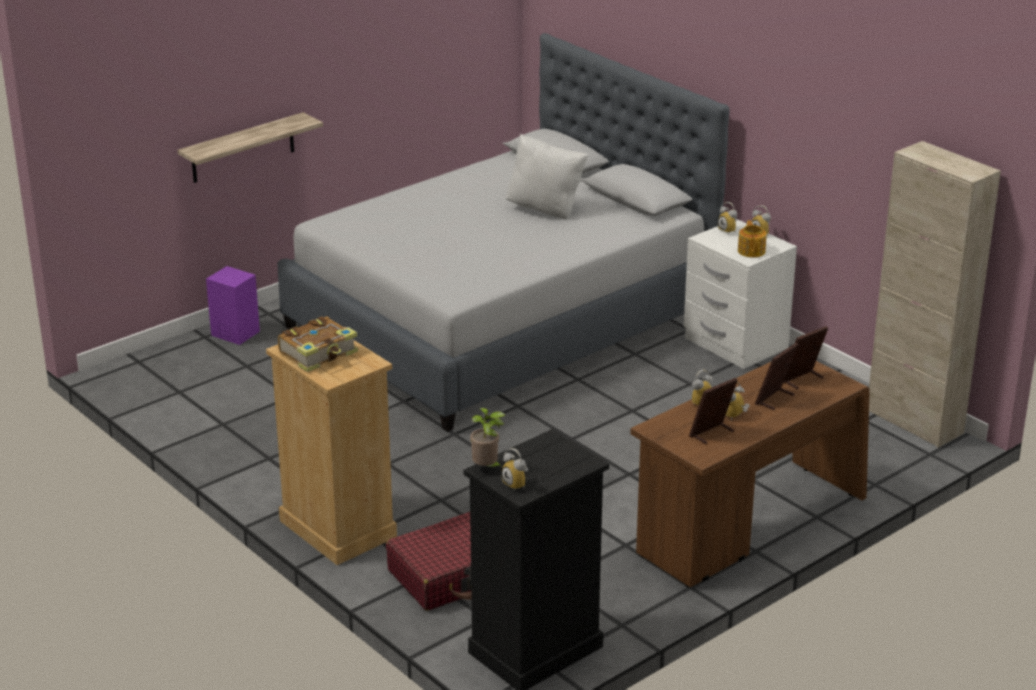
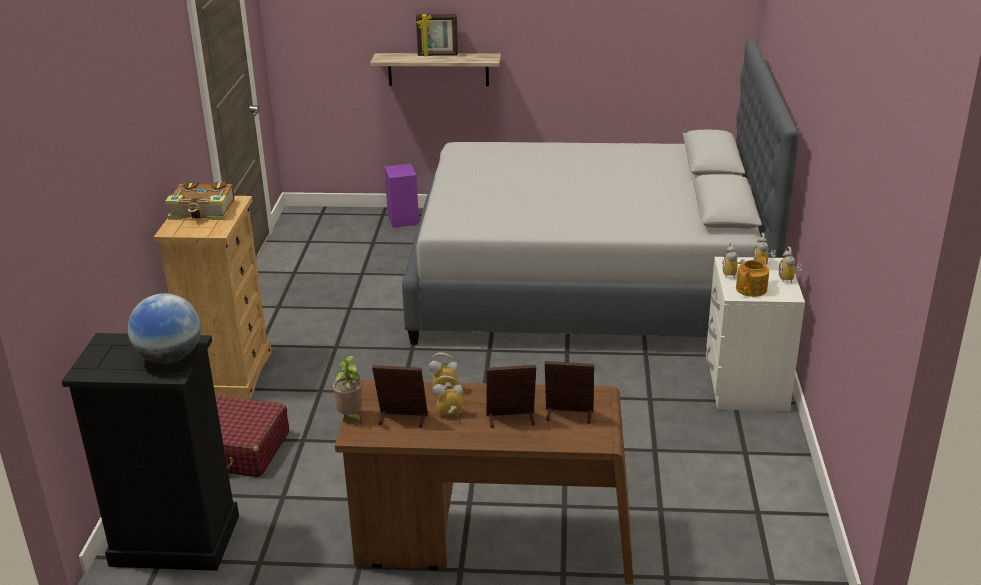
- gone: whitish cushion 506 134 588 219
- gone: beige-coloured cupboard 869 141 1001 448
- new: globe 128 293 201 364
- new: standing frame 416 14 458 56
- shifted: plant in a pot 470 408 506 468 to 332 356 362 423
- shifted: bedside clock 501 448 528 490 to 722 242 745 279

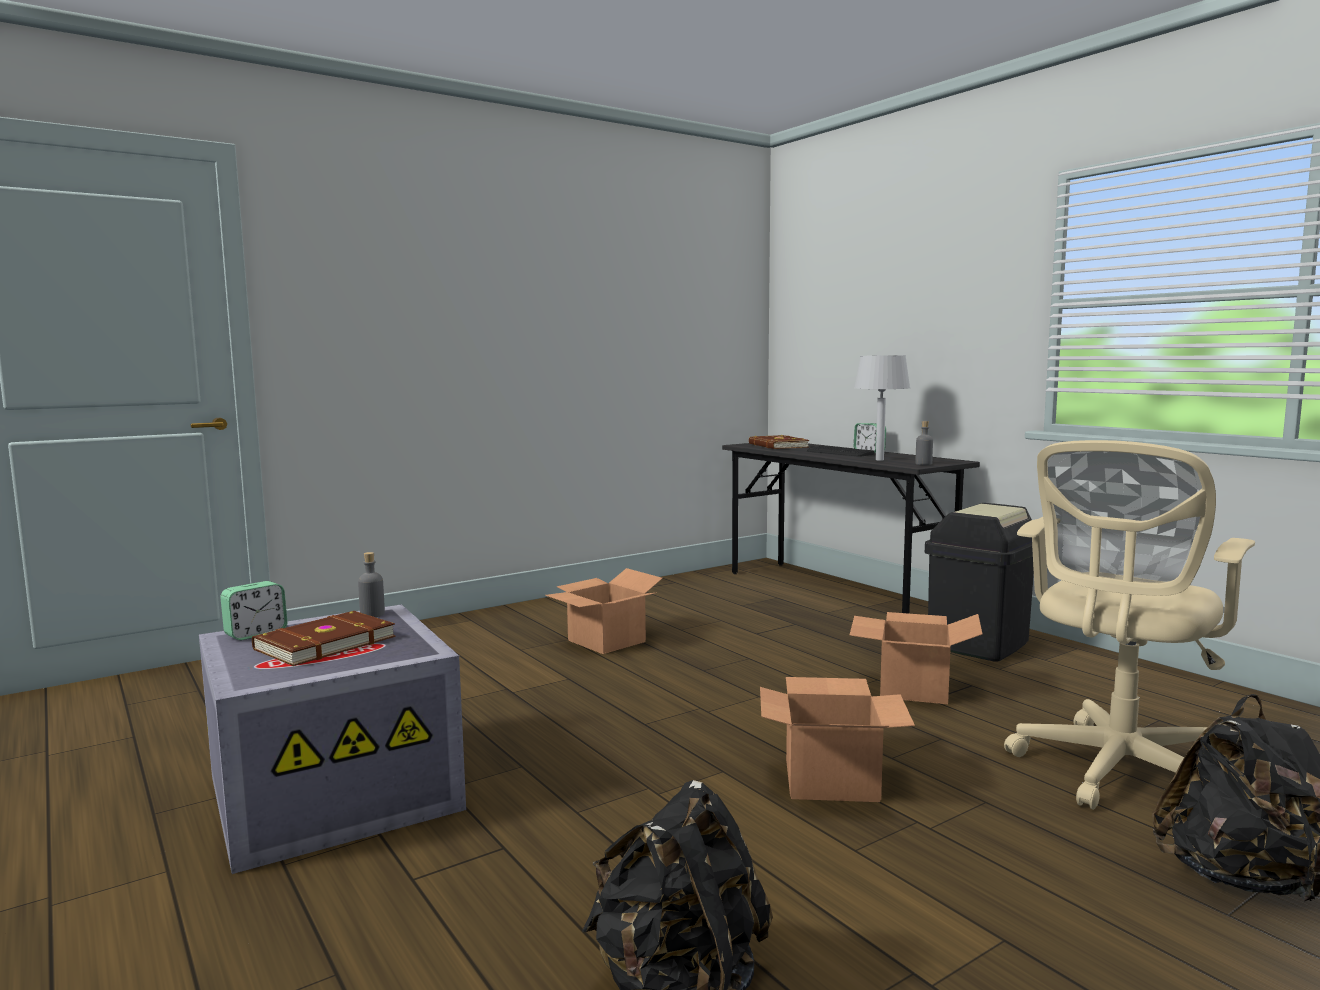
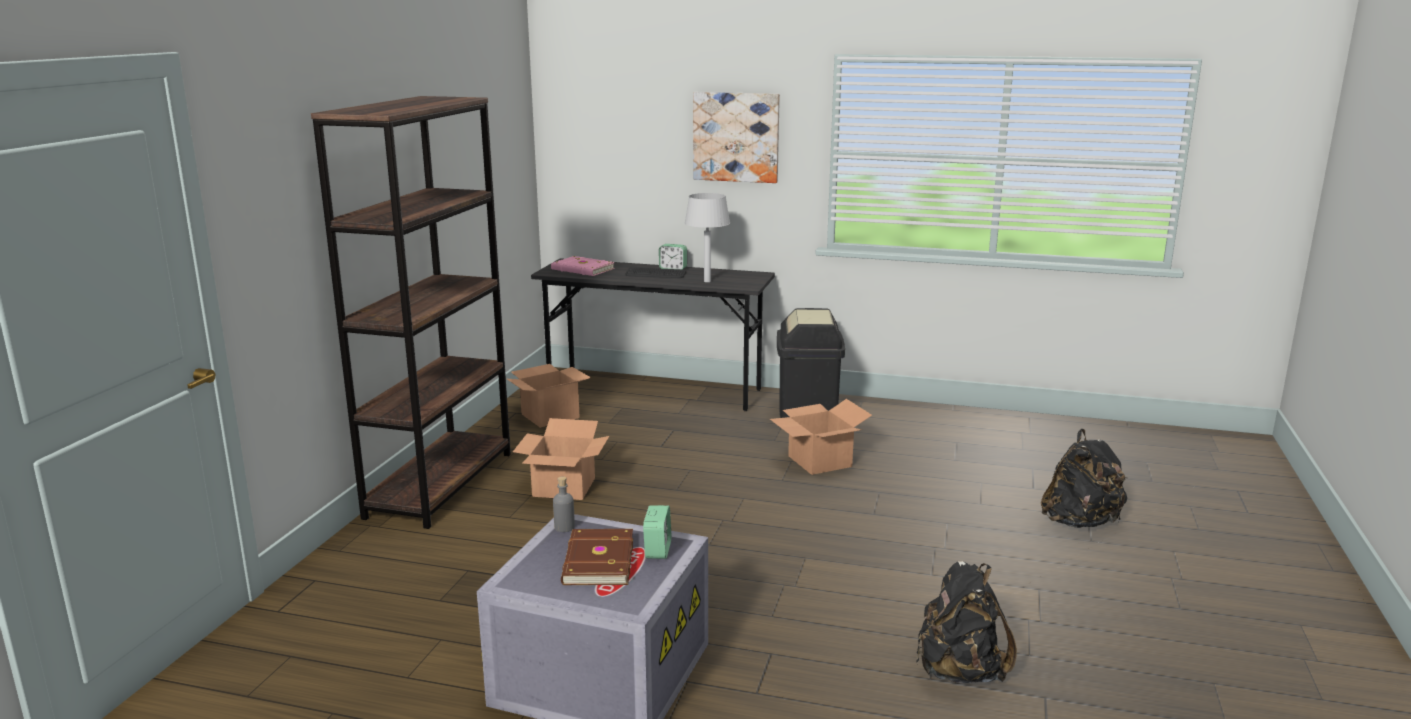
- gone: gray bottle 916 421 933 465
- gone: beige-coloured office chair 1004 440 1255 810
- new: brownish shelving unit 311 96 511 529
- new: wall art 693 92 780 183
- shifted: bedside clock 220 581 287 640 to 643 505 671 559
- shifted: cardboard box 760 677 915 802 to 507 364 591 428
- repainted: brownish book 749 435 809 449 to pink-coloured book 551 256 615 276

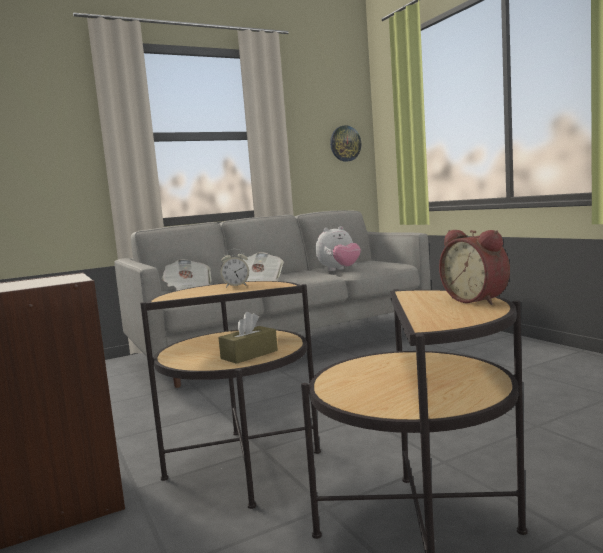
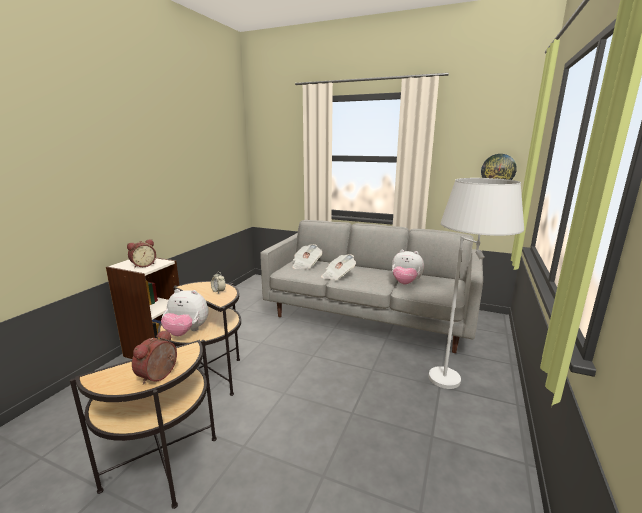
- new: bedside clock 127 239 156 268
- new: whitish standard lamp 429 178 524 389
- swapped: brownish box of tissues 218 312 278 364 to soft toy 161 289 209 336

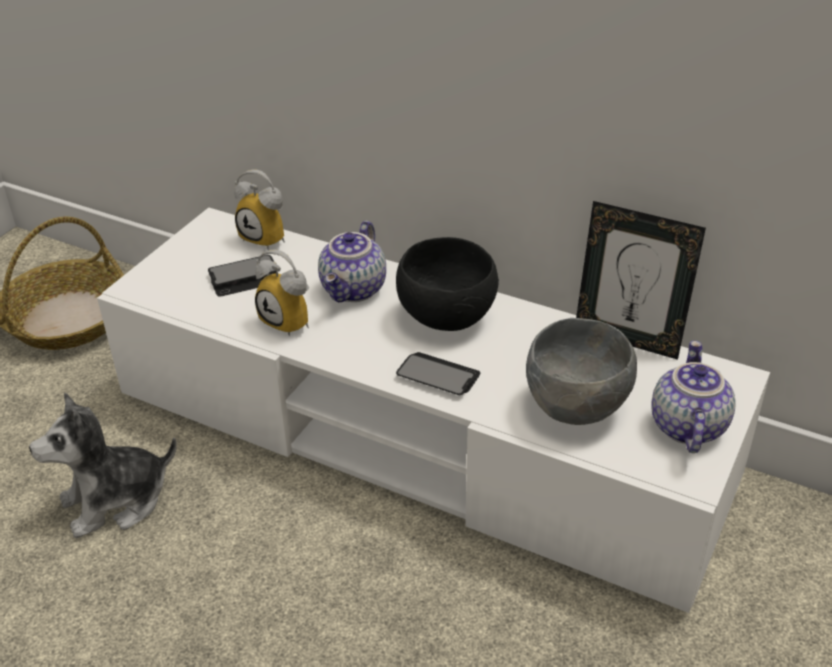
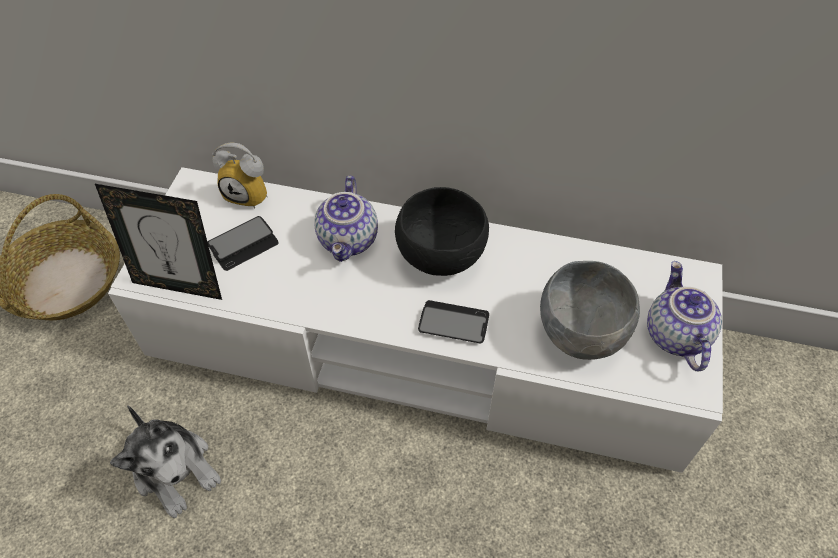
- gone: bedside clock 255 249 309 337
- shifted: standing frame 576 201 706 360 to 95 184 222 300
- rotated: soft toy 29 392 177 539 = 110 405 221 518 90 degrees counterclockwise

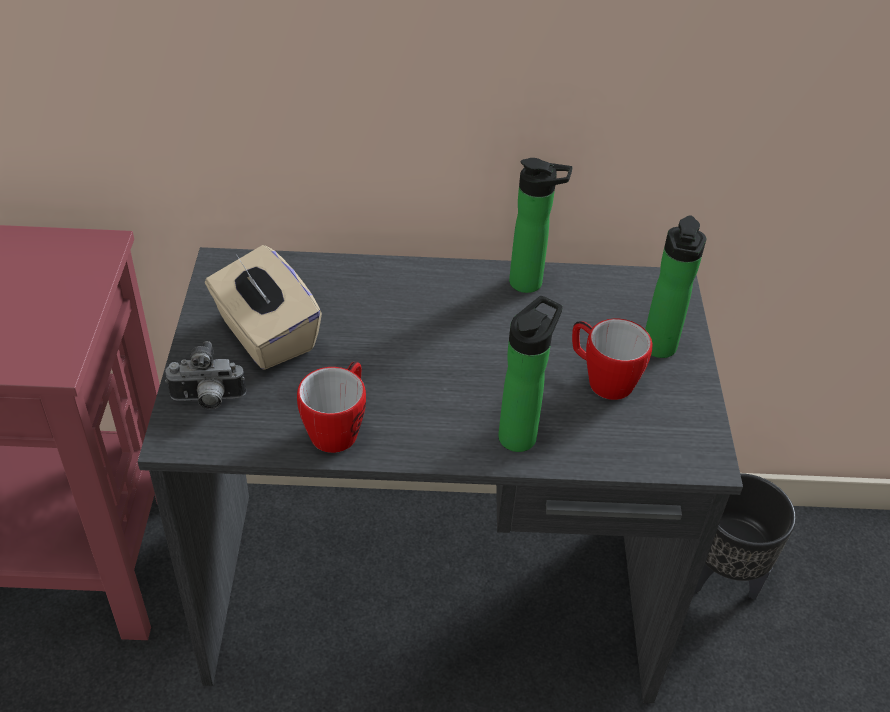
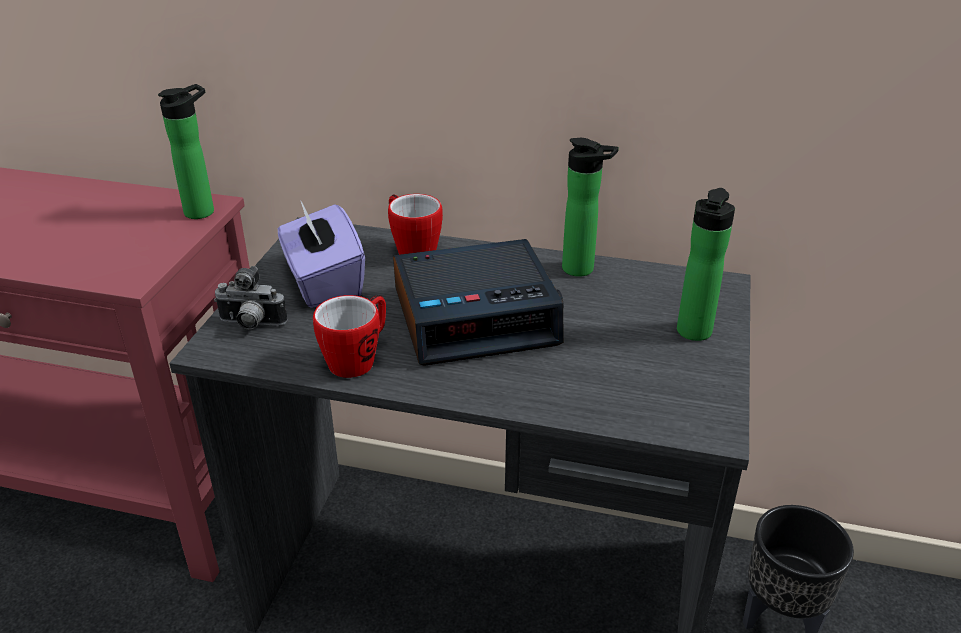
- new: bedside clock 393 239 564 366
- shifted: bottle 498 296 563 452 to 158 84 214 219
- shifted: mug 572 319 652 400 to 388 194 443 255
- repainted: beige-coloured box of tissues 205 245 322 370 to purple box of tissues 278 201 365 308

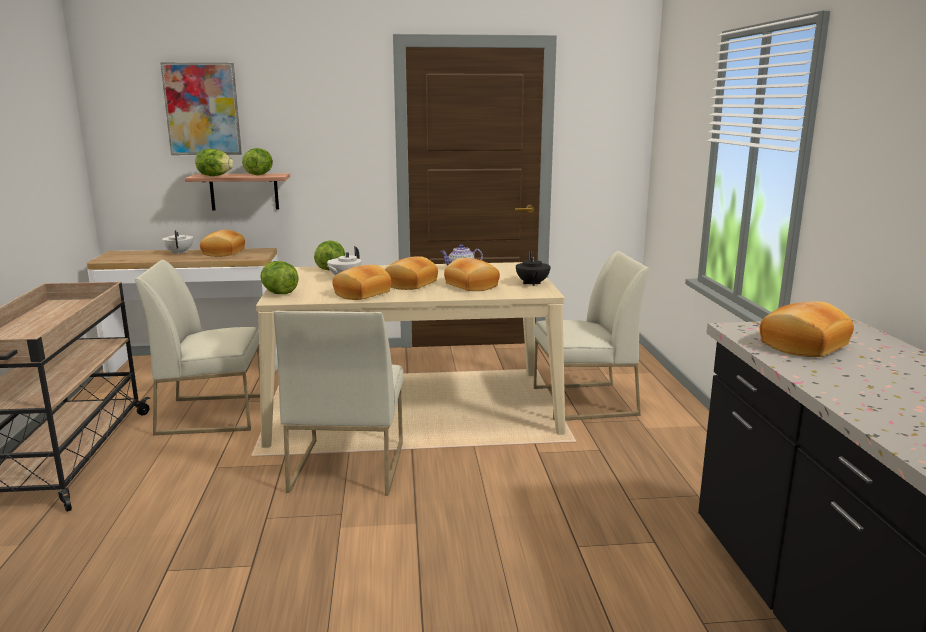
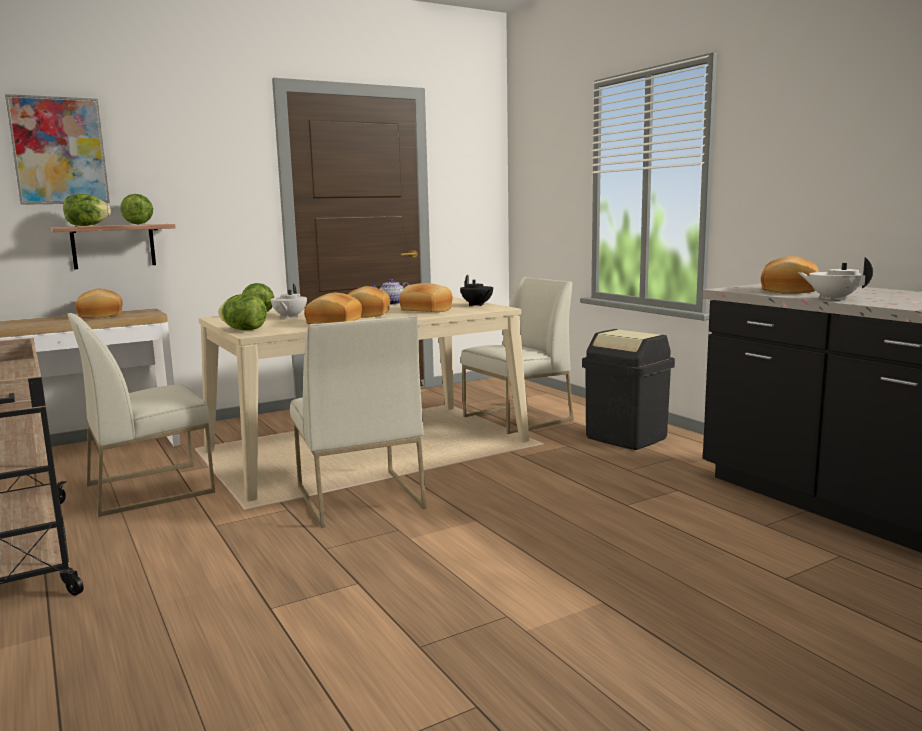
- new: black rubbish bin 582 329 675 450
- shifted: whitish pot for tea 162 230 193 254 to 798 257 873 300

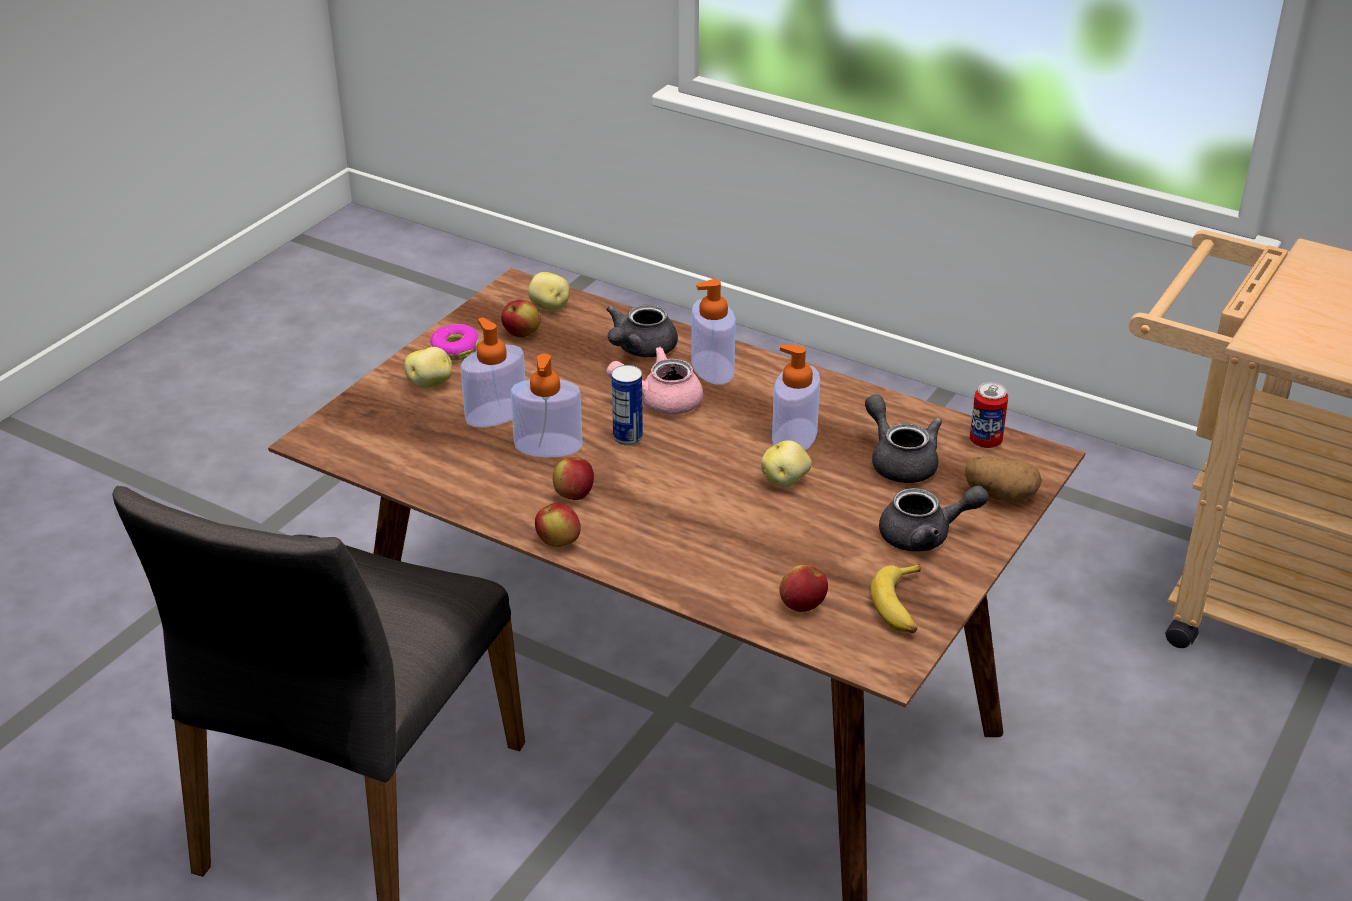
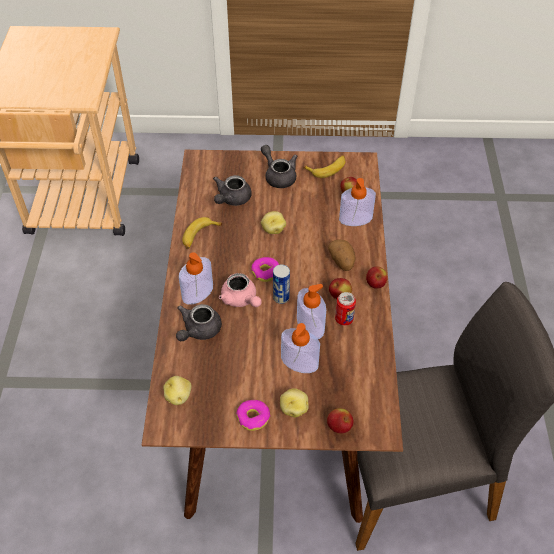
- new: whole banana 183 217 223 249
- new: ring doughnut 251 257 279 282
- shifted: apple fruit 501 300 541 337 to 327 408 354 433
- shifted: soap bottle 772 344 820 450 to 339 178 376 226
- shifted: whole potato 964 457 1042 501 to 328 239 356 271
- shifted: metal can 970 382 1008 448 to 335 292 356 326
- rotated: gray pot for tea 606 304 678 357 = 176 304 222 341 120 degrees clockwise

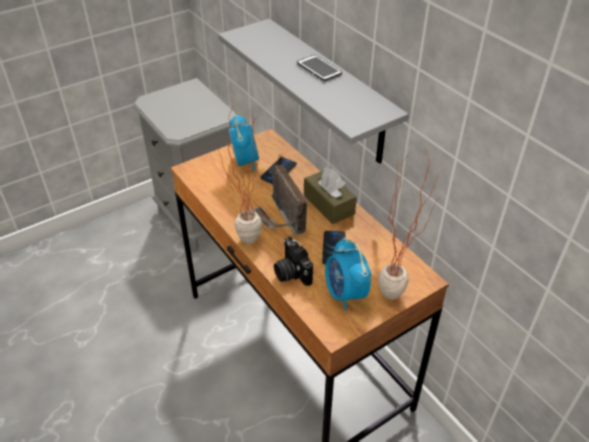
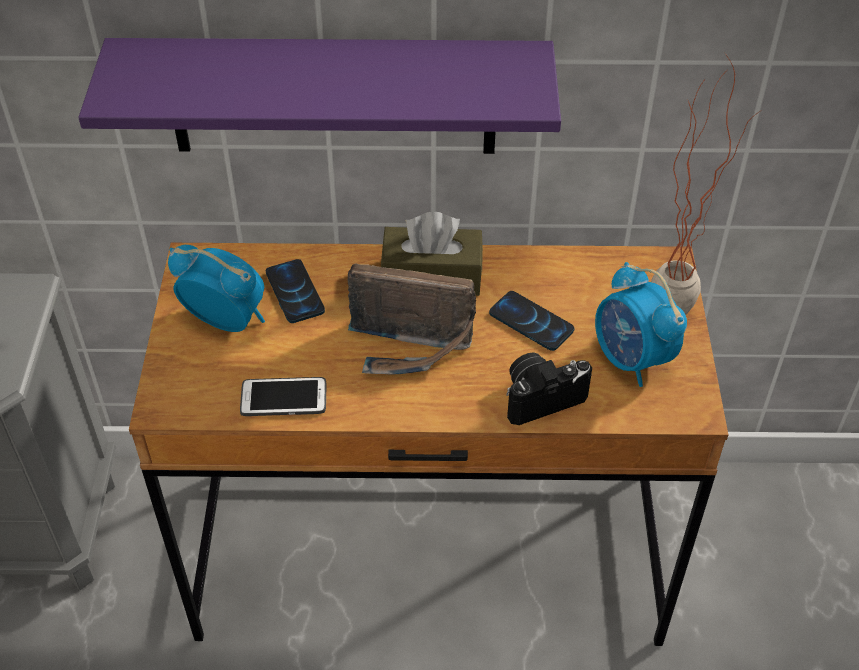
- gone: plant in a pot 212 104 262 244
- shifted: telephone 297 55 342 81 to 240 377 327 416
- repainted: gray bracket shelf 218 19 409 164 to purple bracket shelf 78 38 561 154
- rotated: photo camera 274 237 313 286 = 506 352 592 425 150 degrees clockwise
- rotated: bedside clock 325 237 371 311 = 595 262 687 387 45 degrees clockwise

